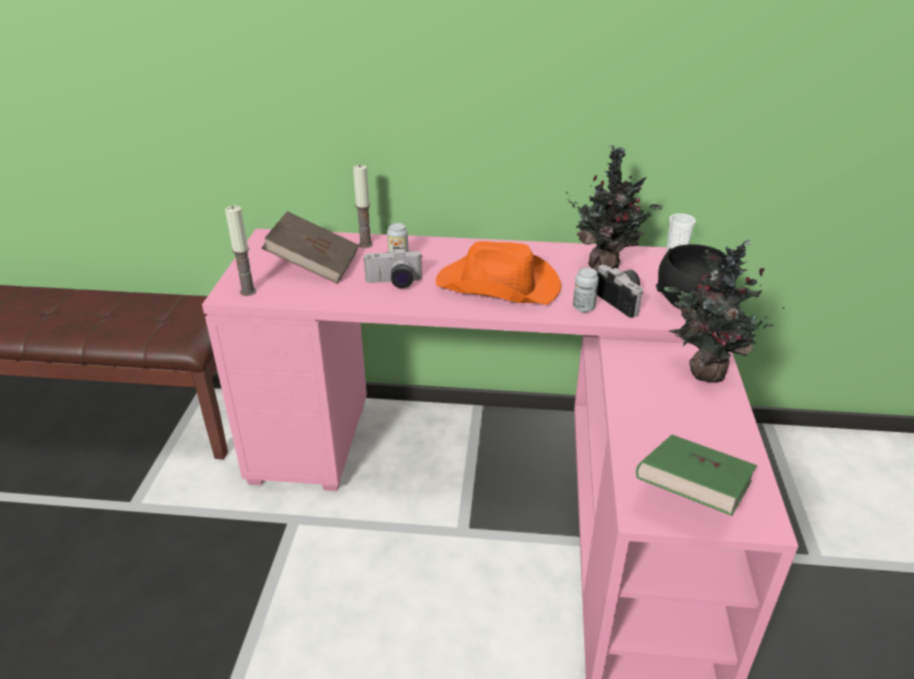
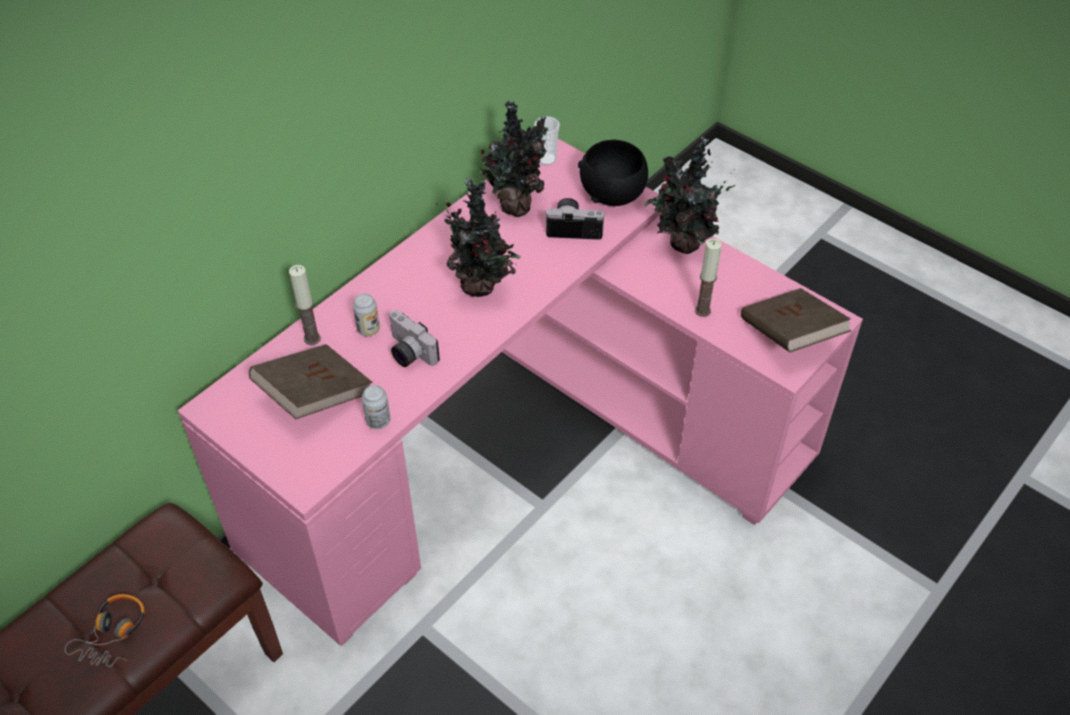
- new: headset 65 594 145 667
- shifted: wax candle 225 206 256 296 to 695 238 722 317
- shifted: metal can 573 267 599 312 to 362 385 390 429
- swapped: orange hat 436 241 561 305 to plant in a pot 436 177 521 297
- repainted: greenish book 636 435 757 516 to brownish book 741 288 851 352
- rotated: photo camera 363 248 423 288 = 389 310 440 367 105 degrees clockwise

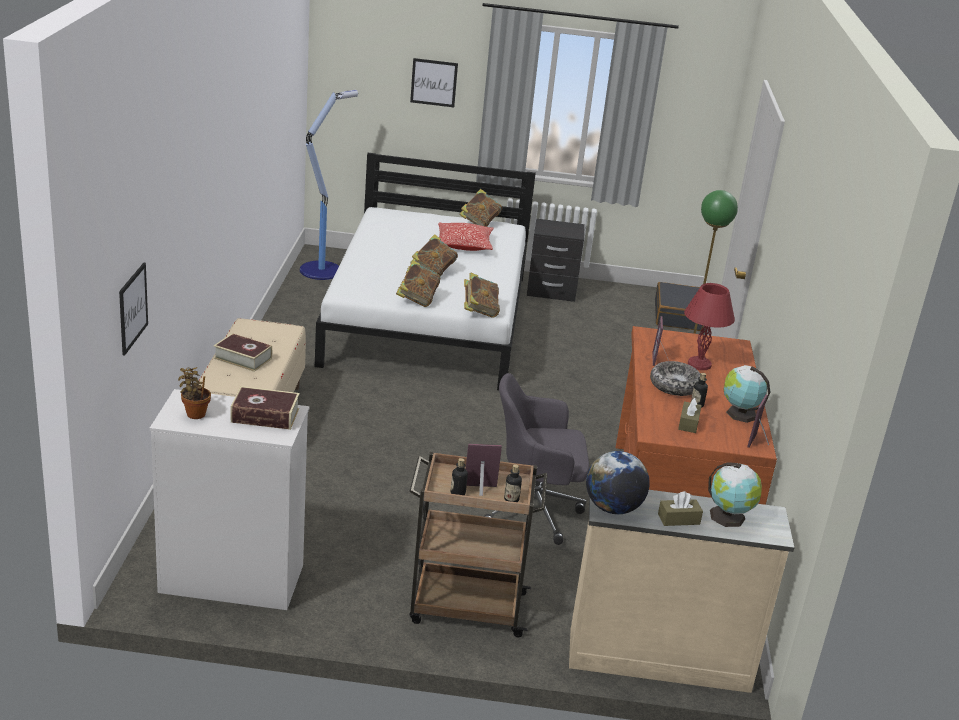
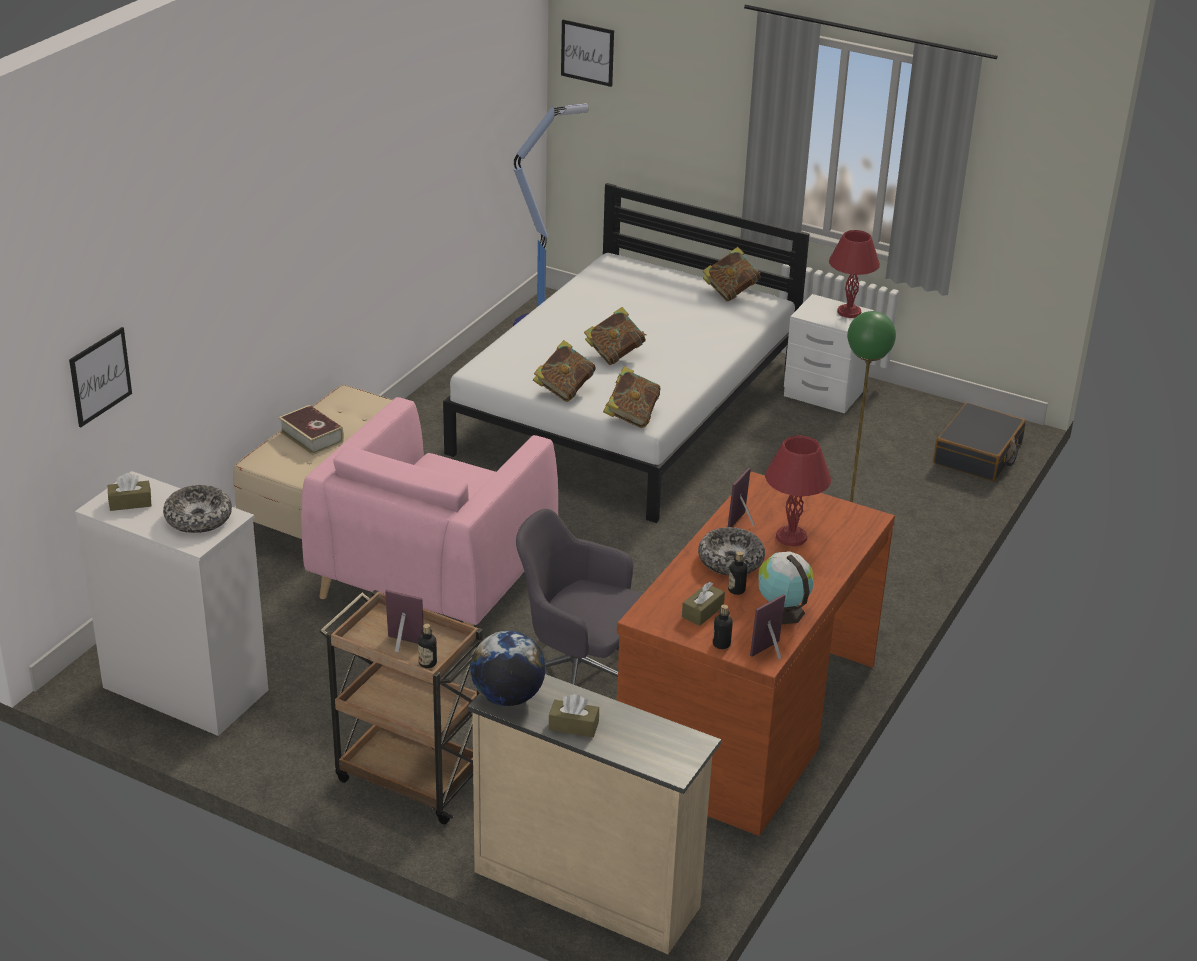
- gone: cushion 438 223 494 251
- gone: globe 708 462 762 527
- new: pink-coloured easy chair 301 397 558 627
- new: red lamp for a table 829 230 880 318
- shifted: wall art 410 58 458 107 to 561 20 614 87
- shifted: bottle 451 458 468 495 to 713 604 733 649
- swapped: plant in a pot 178 367 211 419 to brownish box of tissues 108 473 152 511
- swapped: book 230 386 300 430 to deep dish 163 485 232 533
- repainted: black night table 527 219 585 302 to whitish night table 784 294 874 414

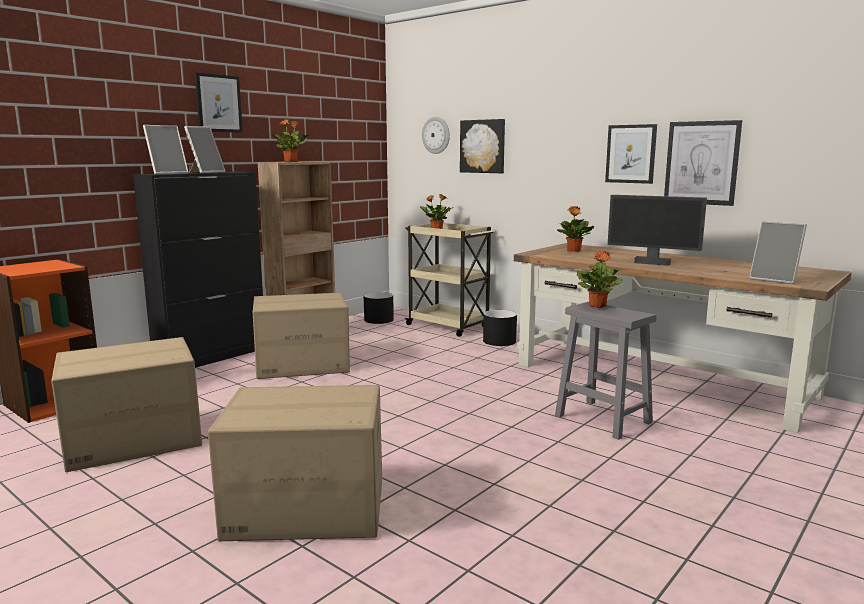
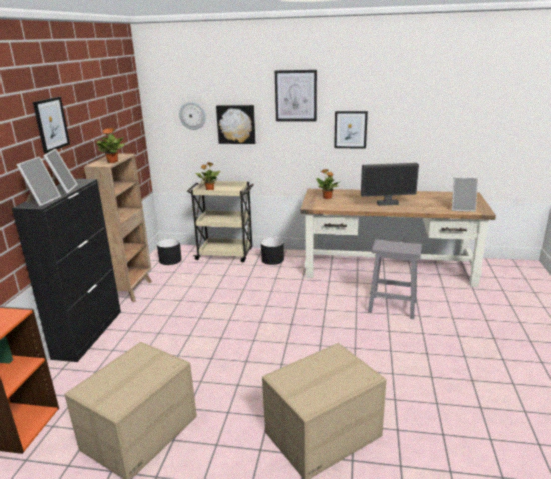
- gone: cardboard box 253 293 350 379
- gone: plant in a pot 577 251 623 308
- shifted: wall art 664 120 742 206 to 275 70 317 121

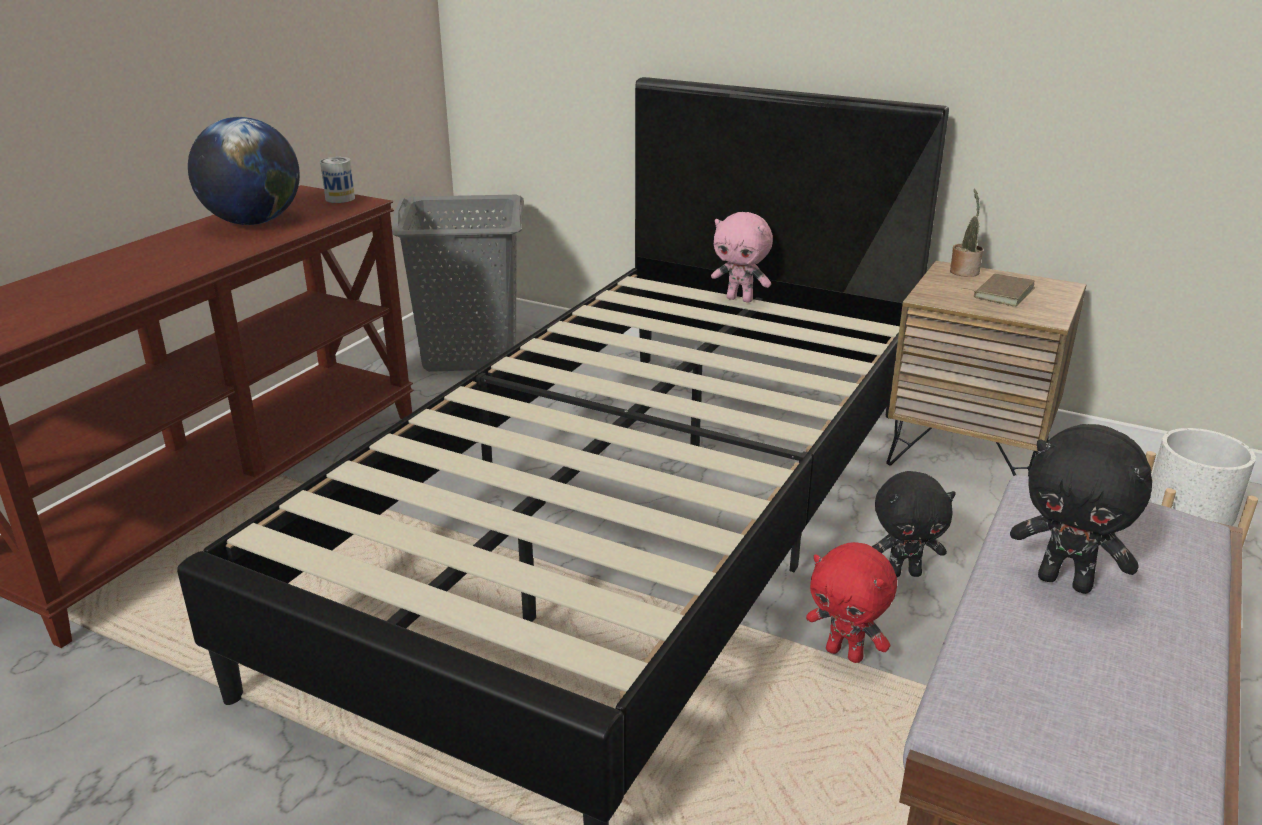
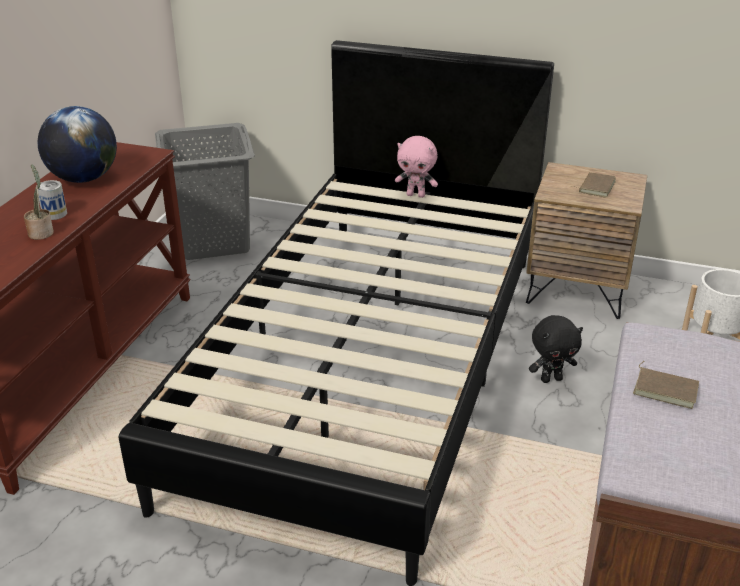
- gone: red soft toy 806 542 897 663
- shifted: metal can 320 157 355 203 to 36 180 67 220
- shifted: plant in a pot 950 188 983 277 to 24 164 54 240
- swapped: black soft toy 1010 424 1152 594 to brownish book 633 361 699 409

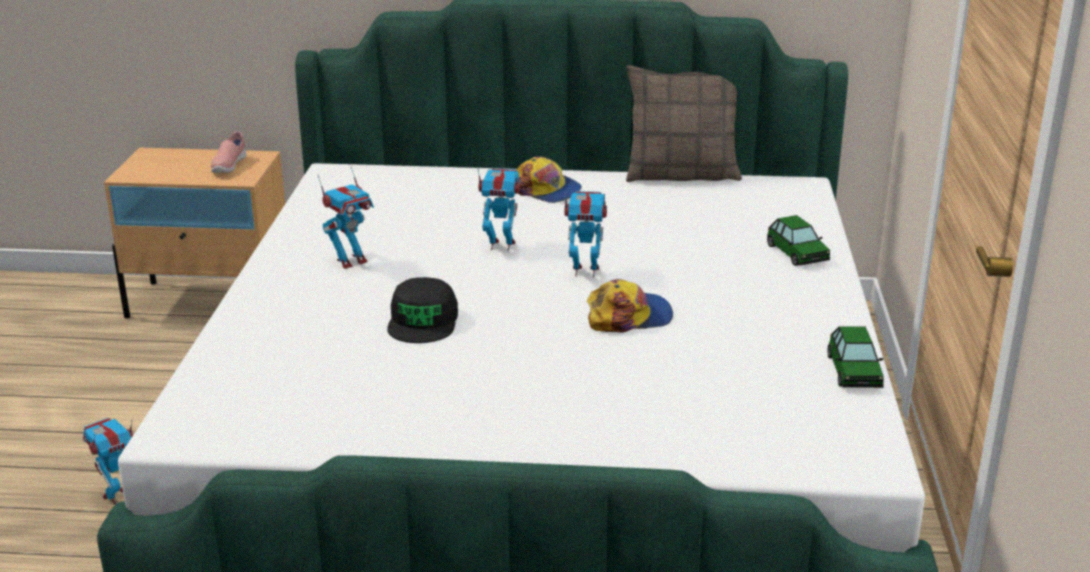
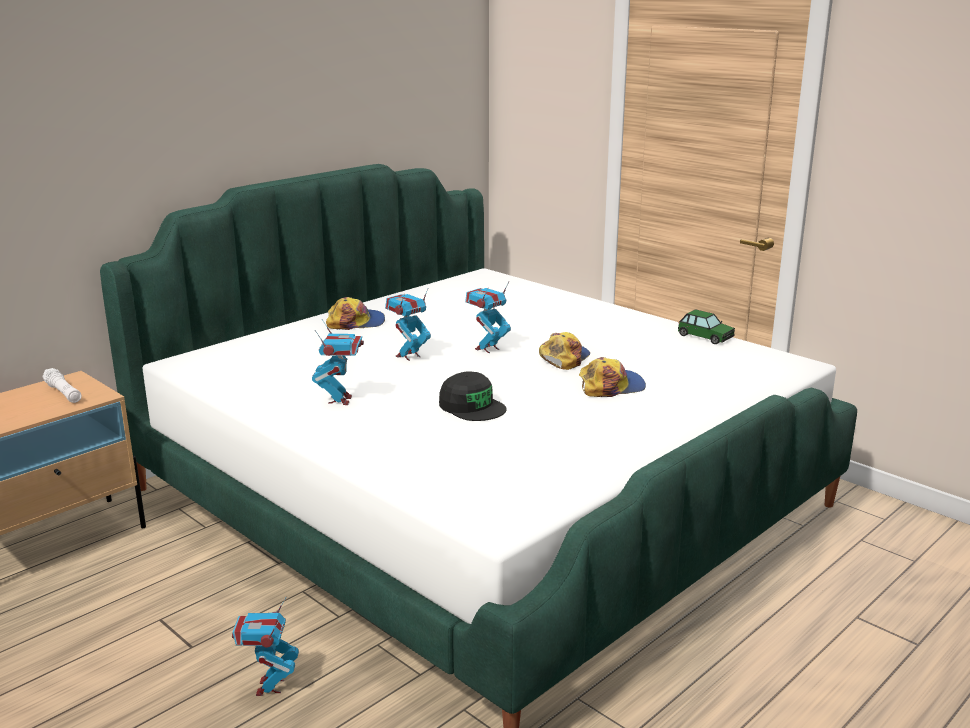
- gone: cushion 626 65 742 182
- gone: miniature car 767 215 830 266
- new: peaked cap 579 357 646 397
- swapped: pink-coloured item of footwear 211 131 247 173 to whitish torch 42 368 81 403

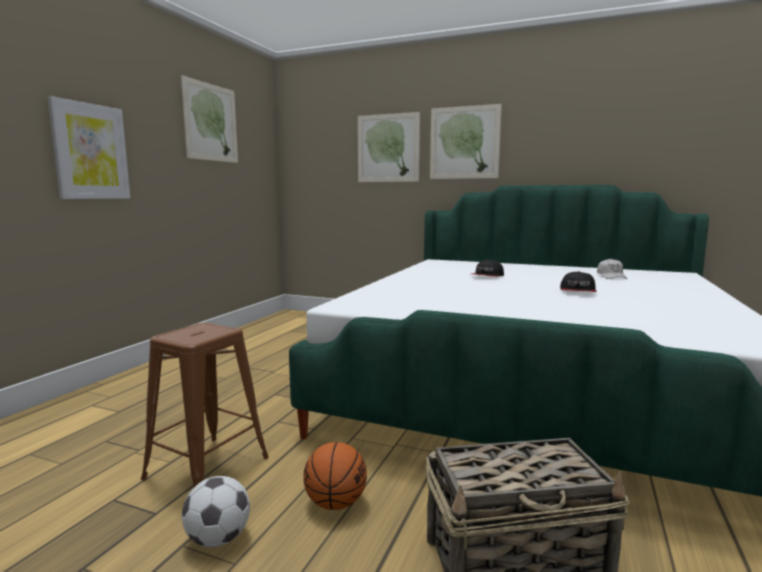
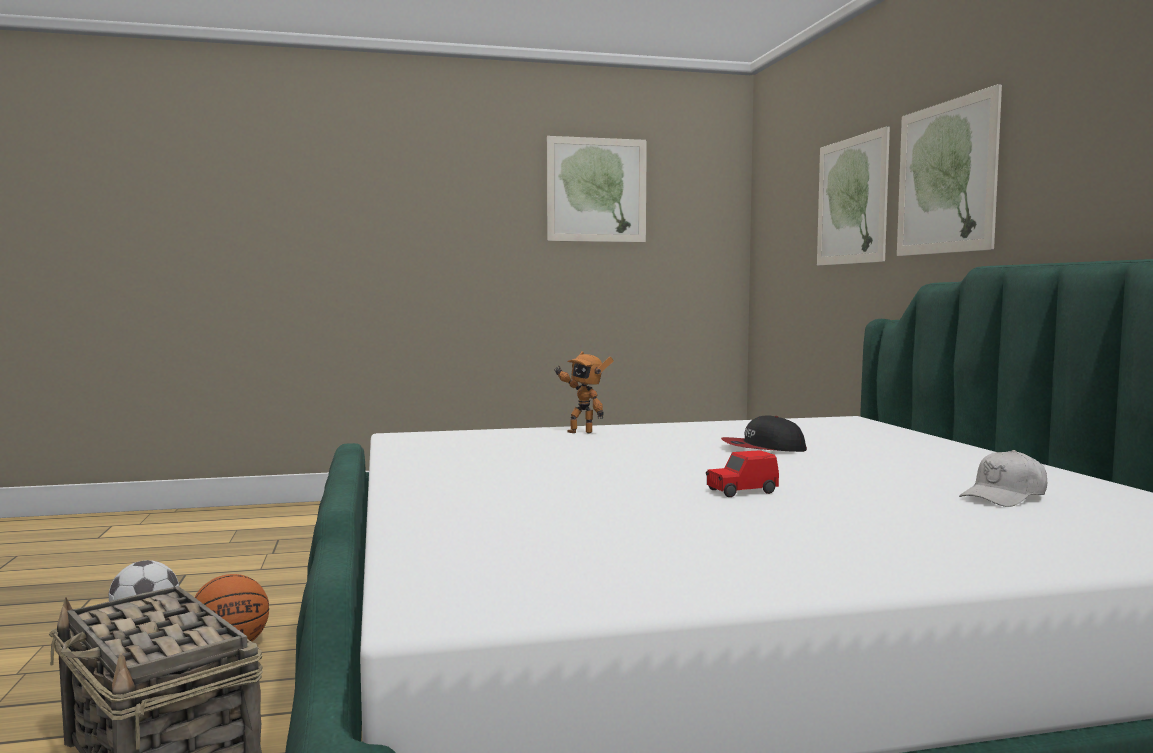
- gone: wall art 47 96 130 199
- gone: brownish sitting stool 141 323 269 487
- new: robot figure 554 351 614 434
- swapped: peaked cap 560 271 597 292 to red miniature car 706 450 779 497

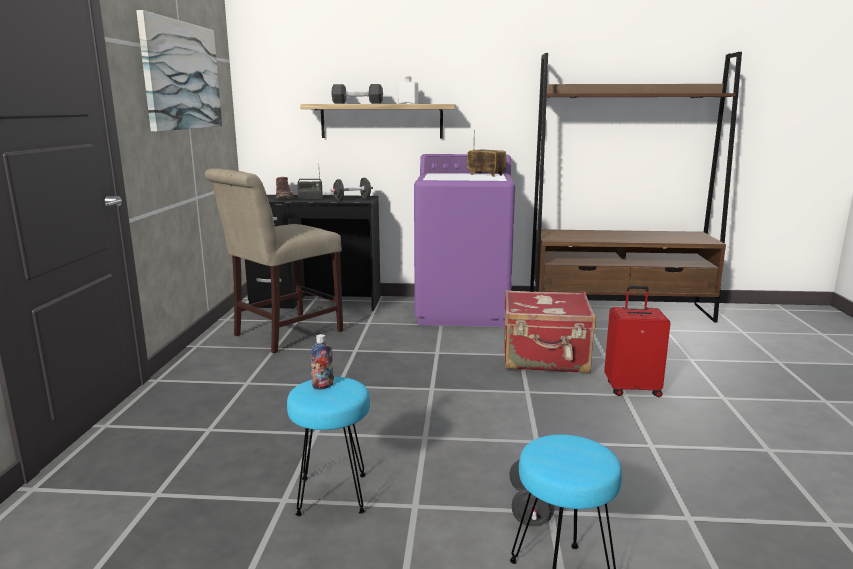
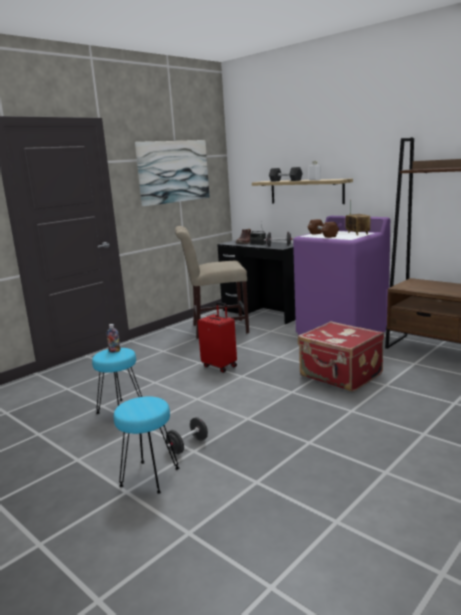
- new: brownish free weight 307 219 339 238
- shifted: red piece of luggage 604 285 671 397 to 197 302 237 373

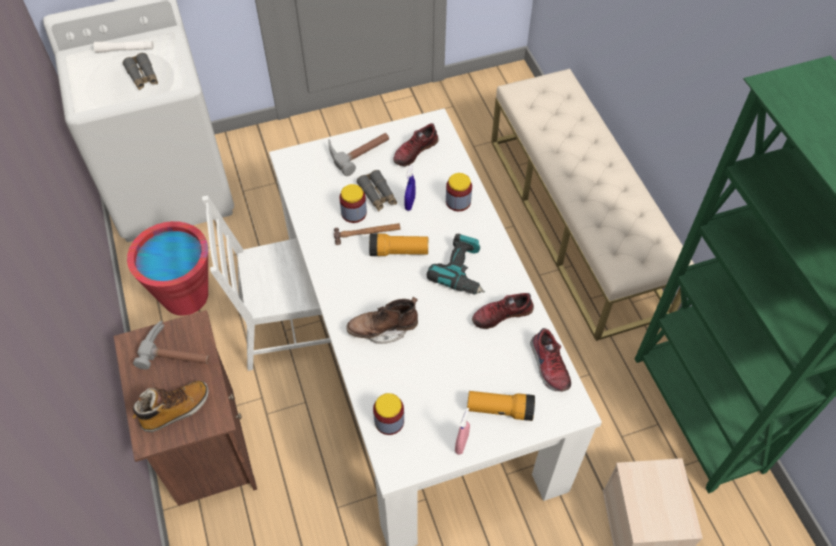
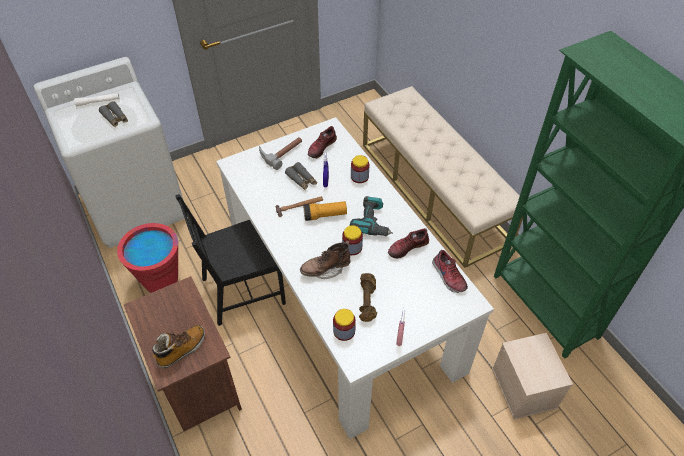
- gone: hammer 133 321 210 370
- gone: torch 467 391 535 421
- new: brownish free weight 359 273 377 322
- shifted: storage jar 339 184 367 223 to 342 225 363 255
- repainted: whitish plain chair 202 196 331 371 to black plain chair 175 194 286 326

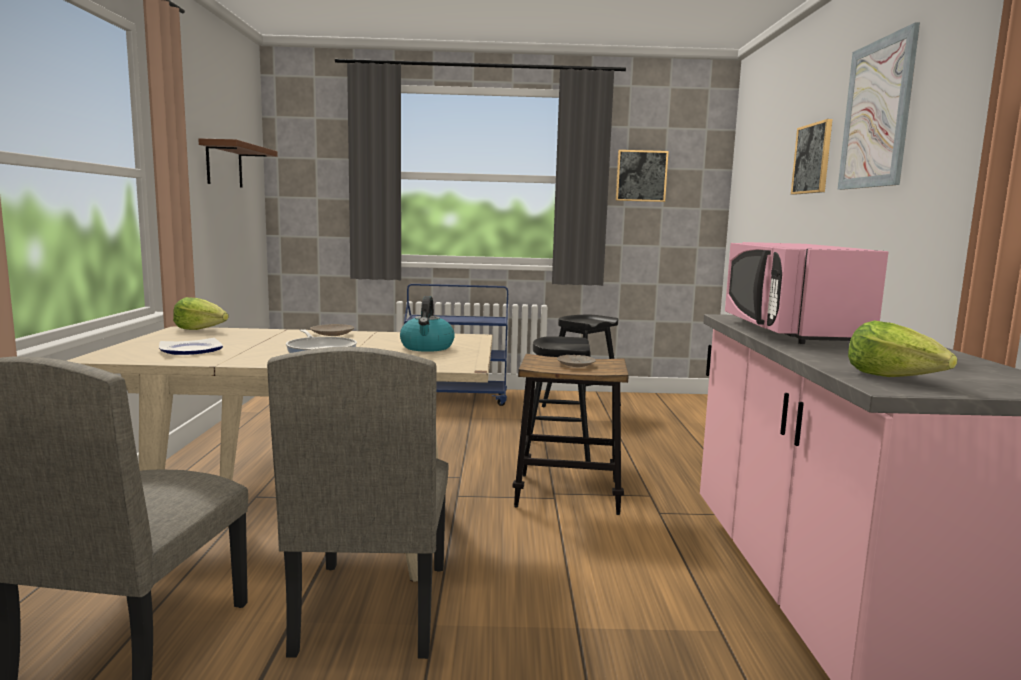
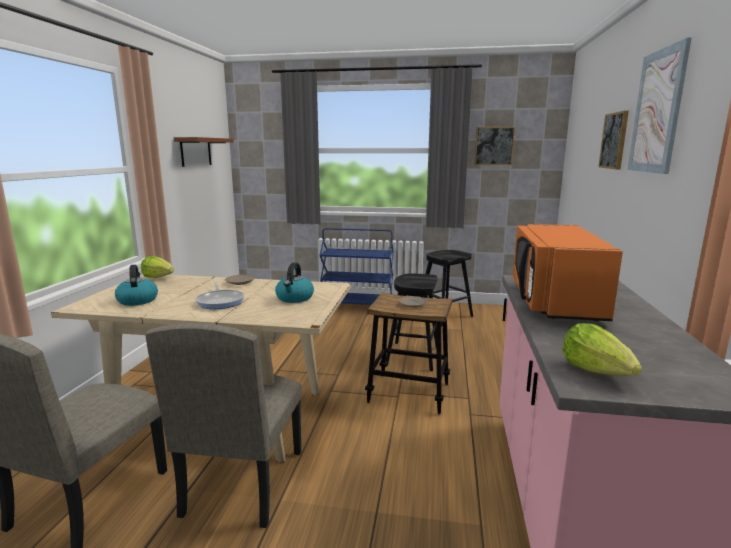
- swapped: plate 159 338 223 355 to water kettle 115 265 158 306
- repainted: pink-coloured kitchen microwave 725 242 888 344 to orange kitchen microwave 513 224 623 321

